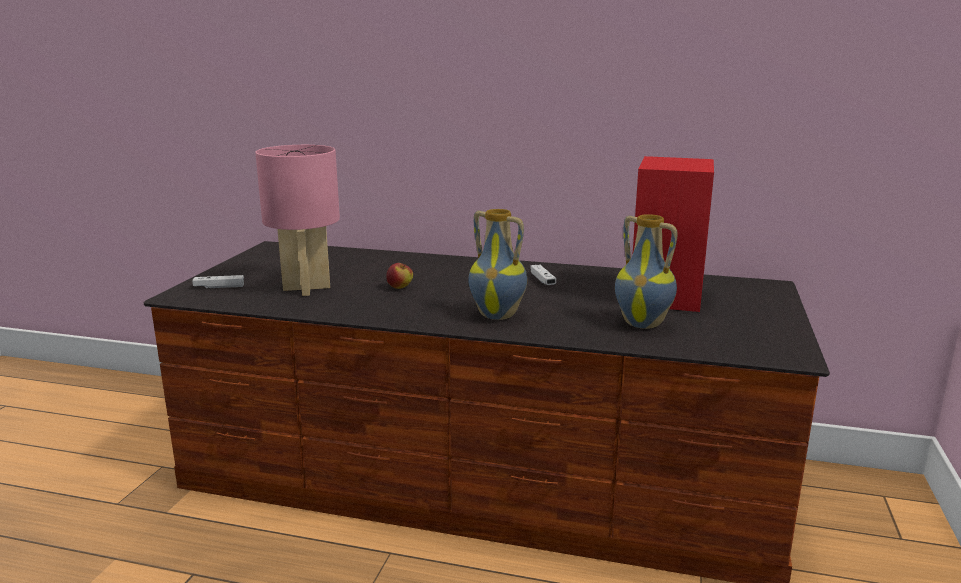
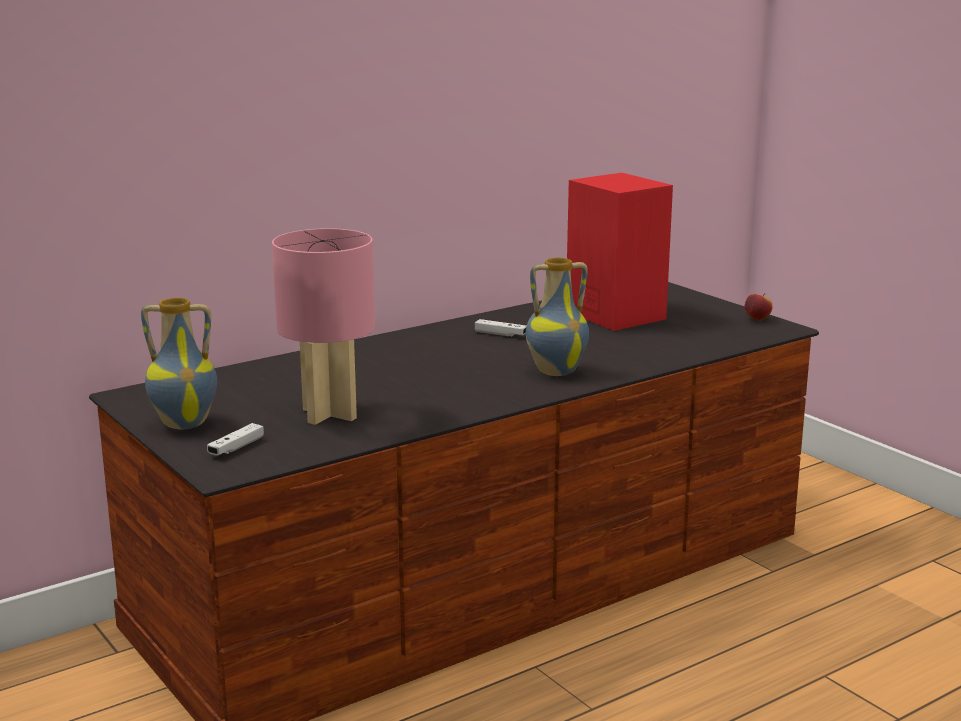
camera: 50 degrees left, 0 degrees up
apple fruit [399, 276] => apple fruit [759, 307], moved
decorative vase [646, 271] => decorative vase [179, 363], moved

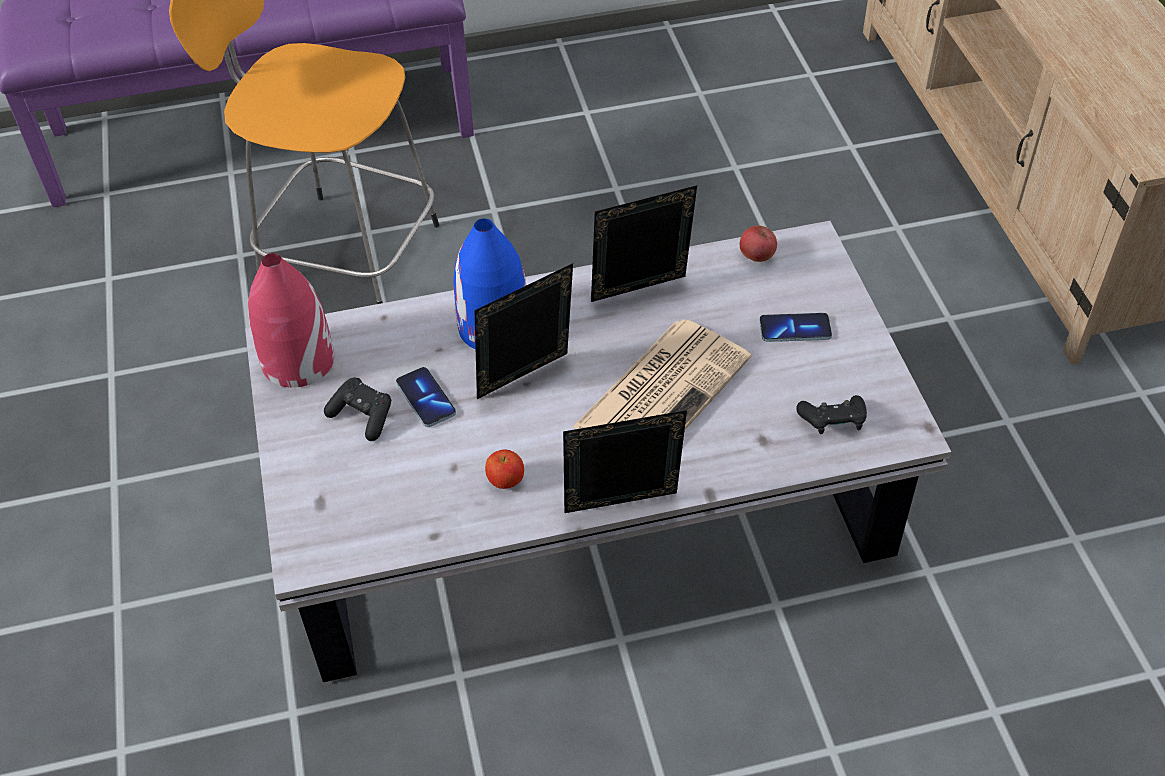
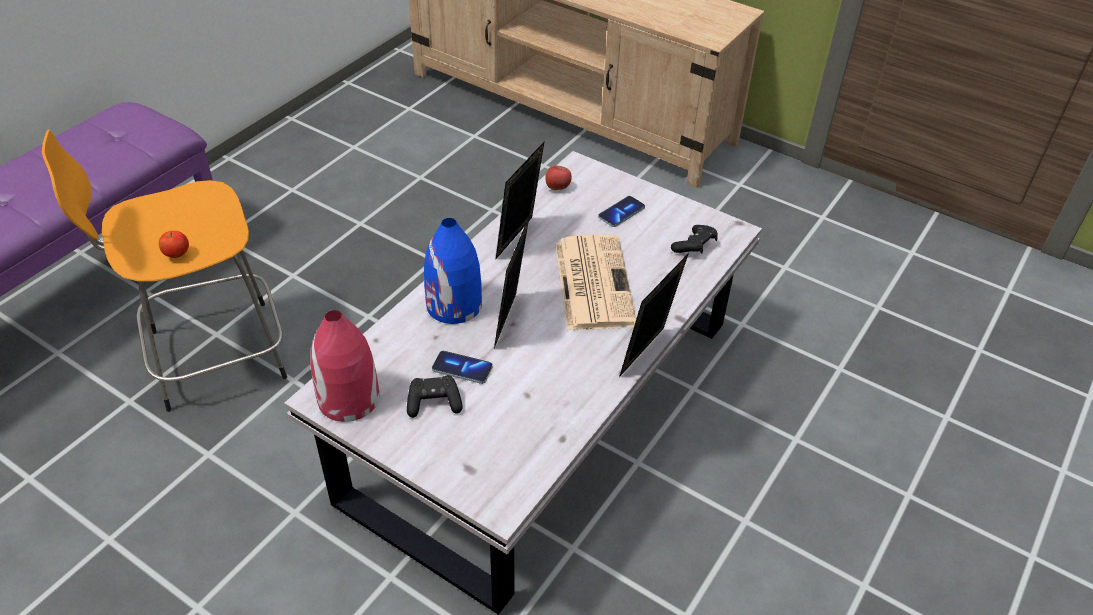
camera: 45 degrees left, 5 degrees down
apple fruit [504, 469] => apple fruit [174, 244], moved

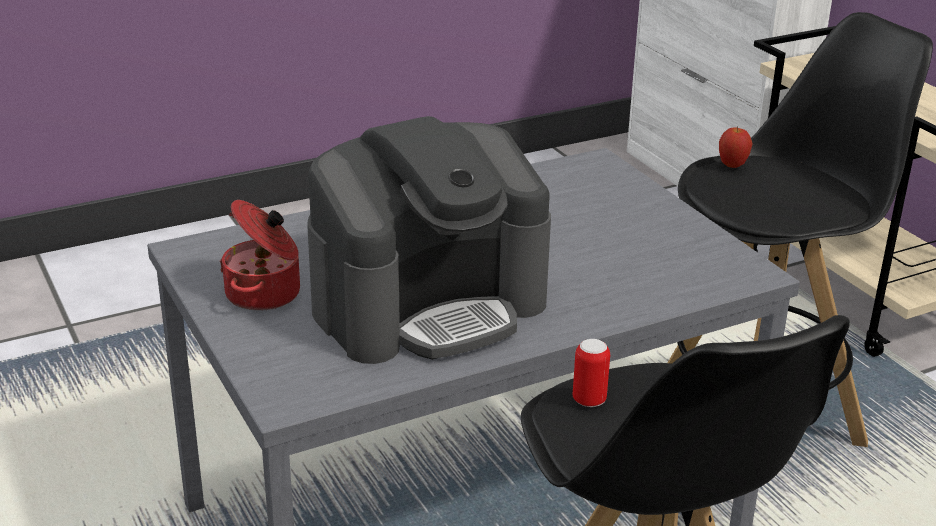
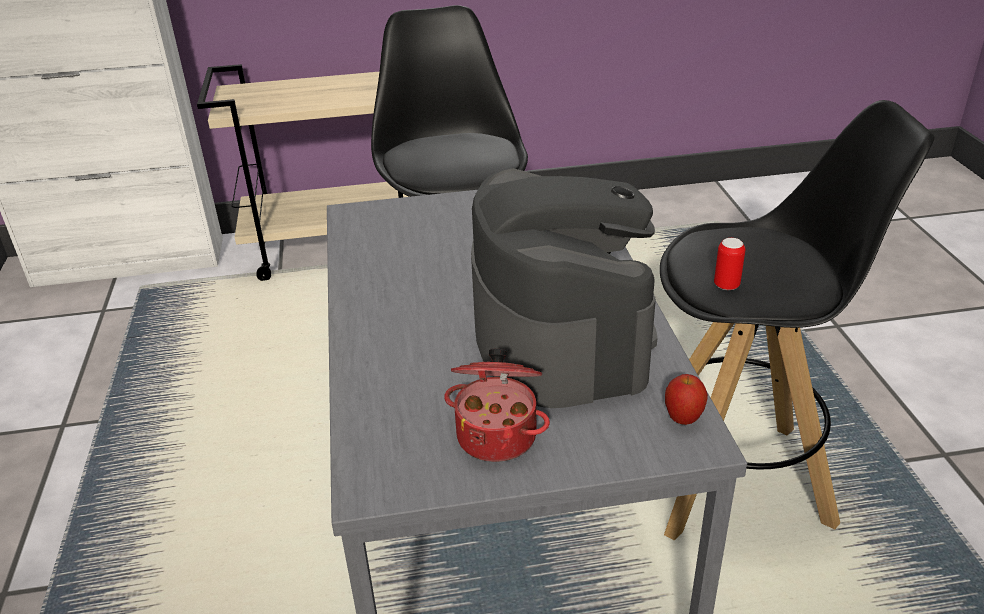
camera: 70 degrees left, 5 degrees up
apple fruit [736, 147] => apple fruit [686, 399], moved

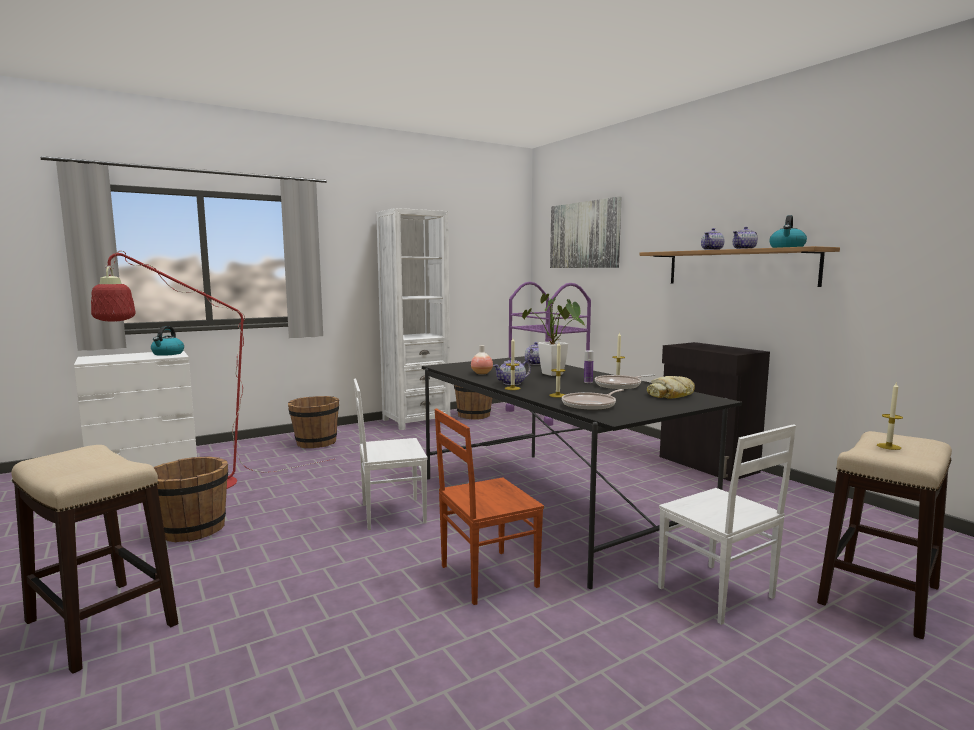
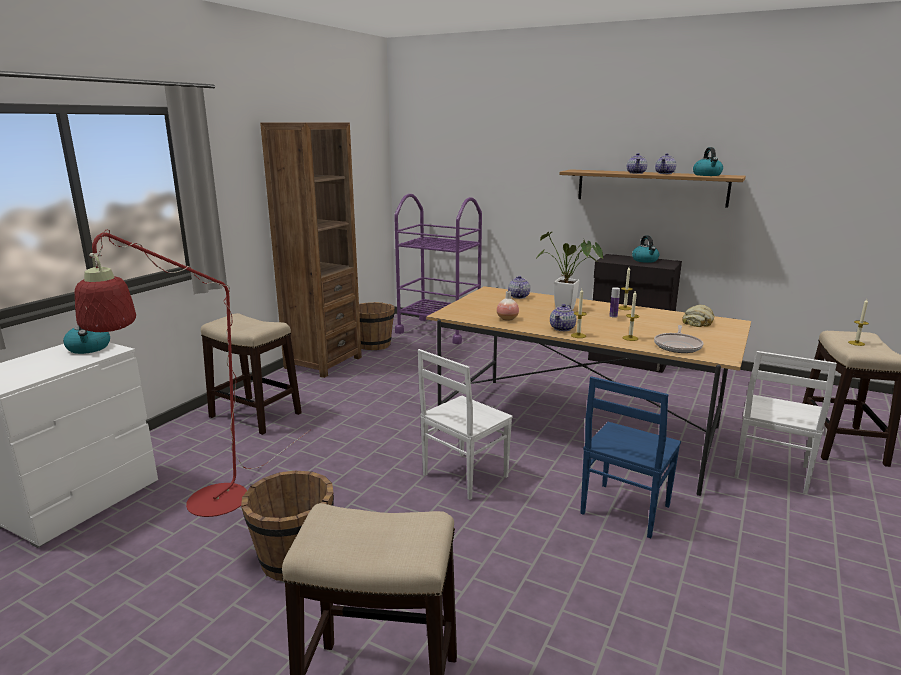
camera: 30 degrees left, 10 degrees up
brown-coloured pail [313, 422] => stool seat [251, 374]
white-coloured shelving unit [413, 319] => brown-coloured shelving unit [311, 250]
black-coloured dining table [582, 472] => beige dining table [588, 391]
brown-coloured chair [489, 507] => bluish chair [631, 457]
wall art [586, 232] => nothing
pan [625, 381] => nothing
white-coloured chair [727, 524] => white-coloured chair [786, 422], 90 degrees clockwise
nothing => tea kettle [645, 249]

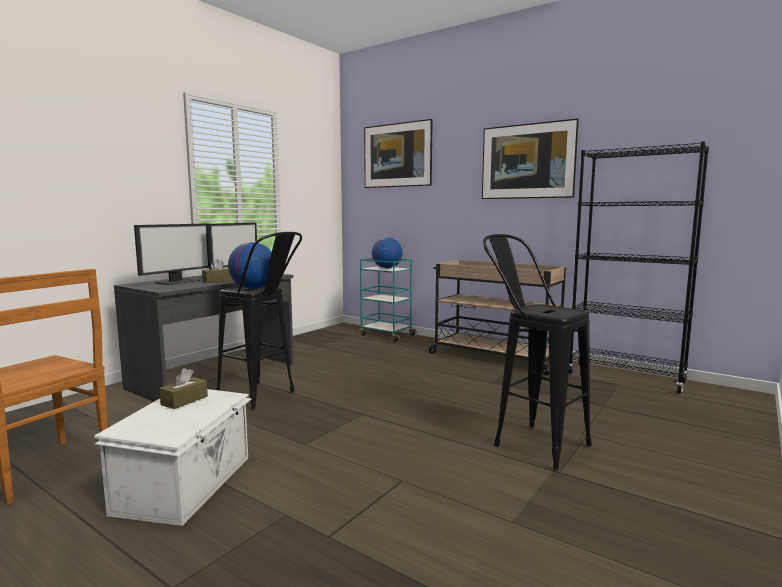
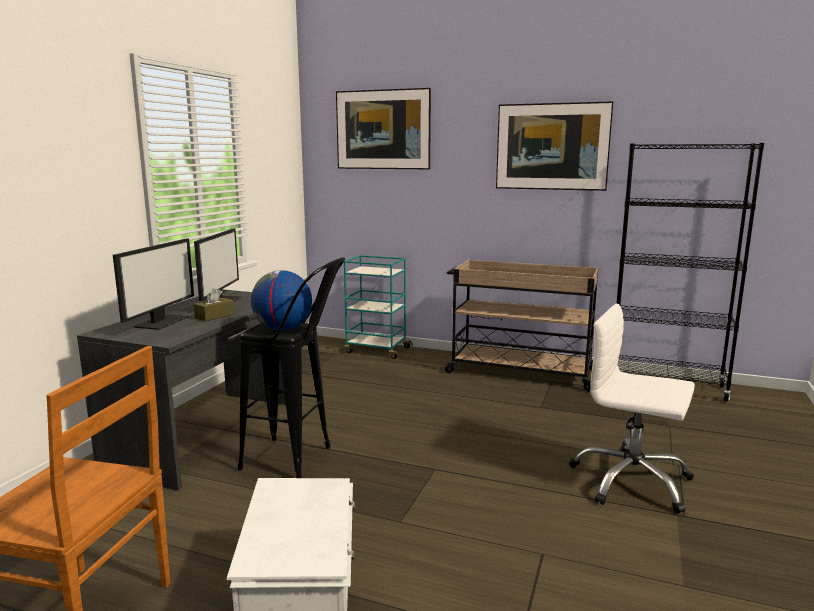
camera: 15 degrees left, 5 degrees up
brown-coloured tissue holder [183, 388] => nothing
desk globe [387, 253] => nothing
black-coloured stool seat [537, 352] => white-coloured computer chair [632, 409]

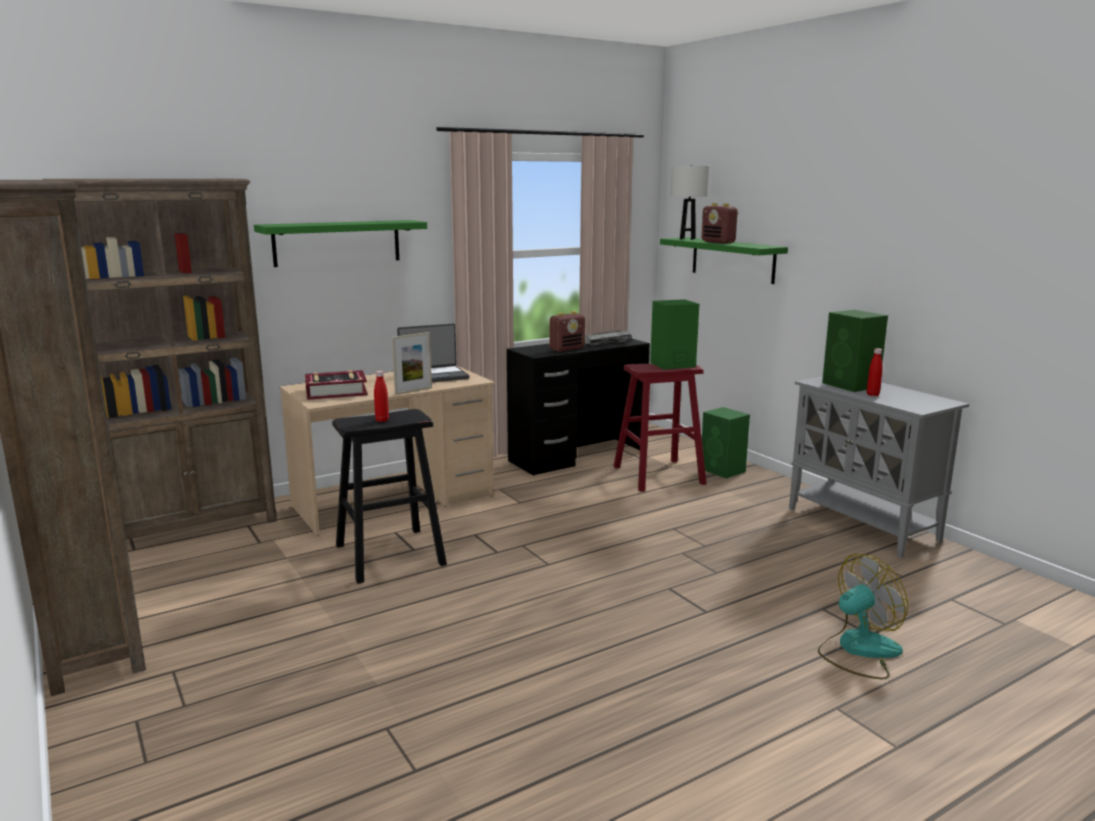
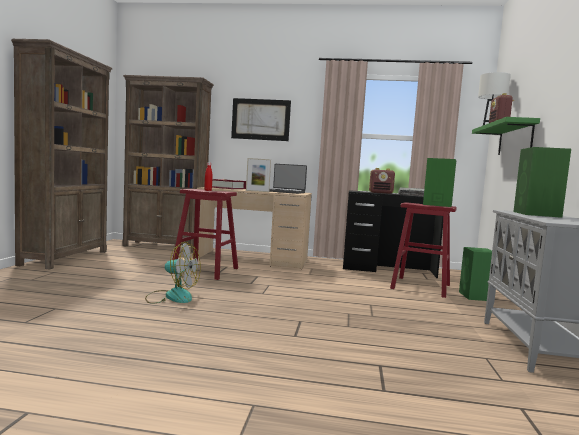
camera: 40 degrees right, 10 degrees down
green-coloured shelf [340, 243] => wall art [261, 119]
black-coloured stool seat [389, 496] => red-coloured stool seat [204, 234]
electric fan [863, 616] => electric fan [173, 272], moved
red-coloured drink bottle [875, 372] => nothing

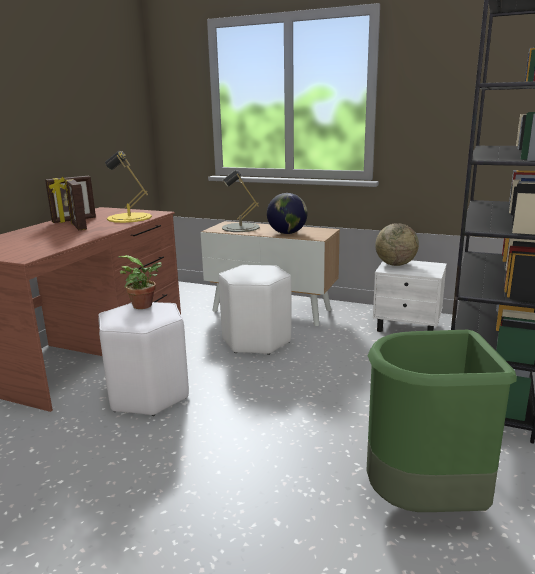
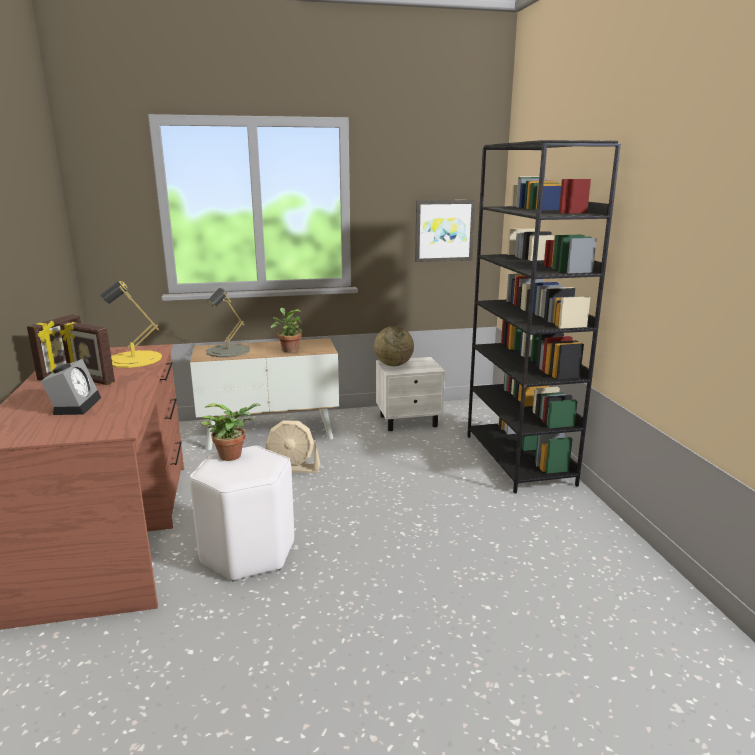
camera: 35 degrees left, 0 degrees up
white-coloured stool seat [255, 310] => beige electric fan [293, 446]
desk globe [287, 213] => potted plant [286, 330]
green-coloured rubbish bin [441, 421] => nothing
nothing => bedside clock [71, 387]
nothing => wall art [445, 231]

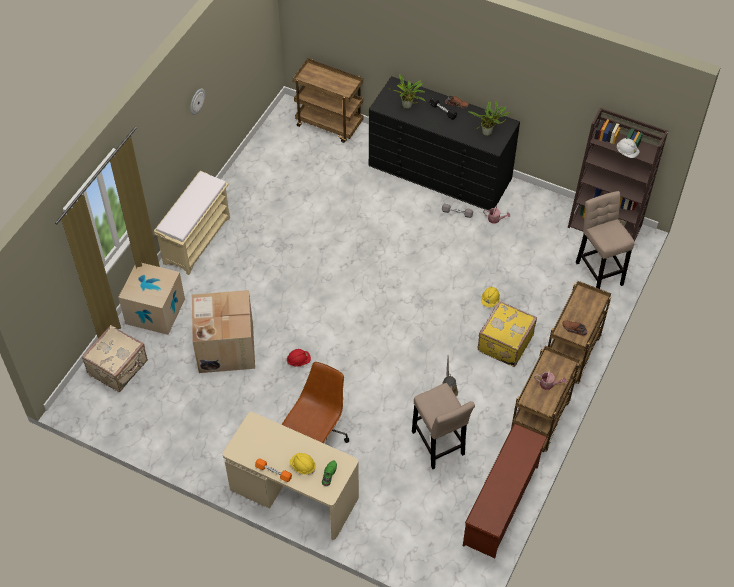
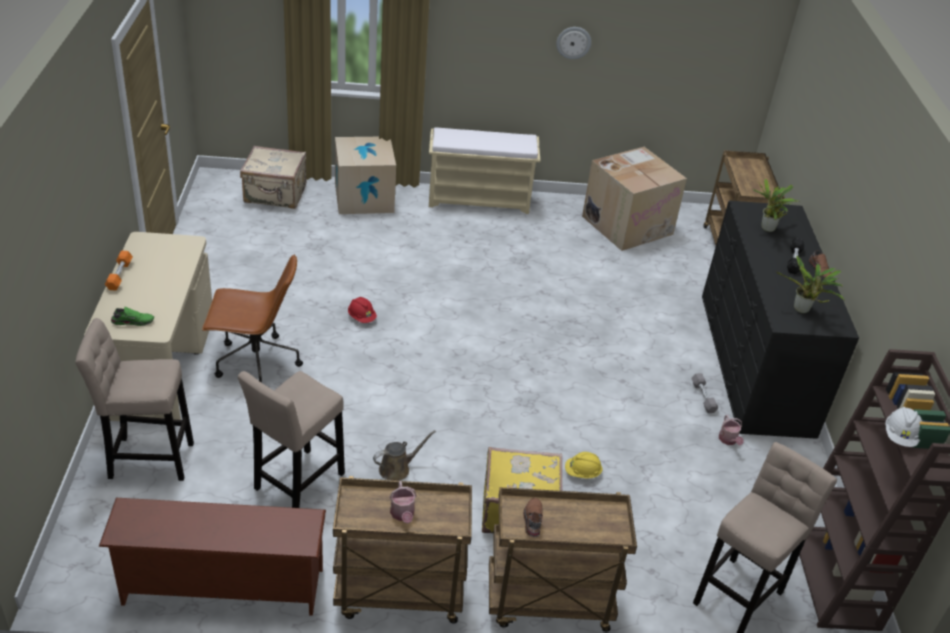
camera: 60 degrees right, 15 degrees down
carton [223, 331] => carton [634, 199], moved
yellowish work helmet [303, 464] => nothing
nothing => beige stool seat [134, 399]

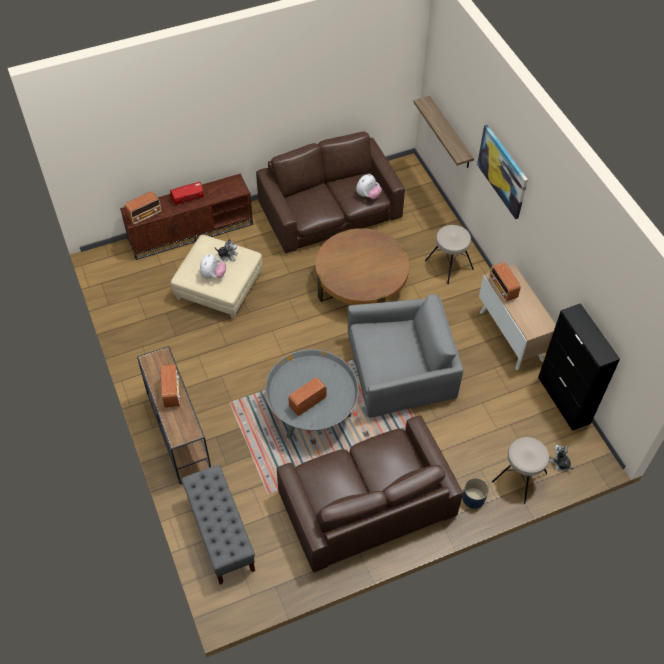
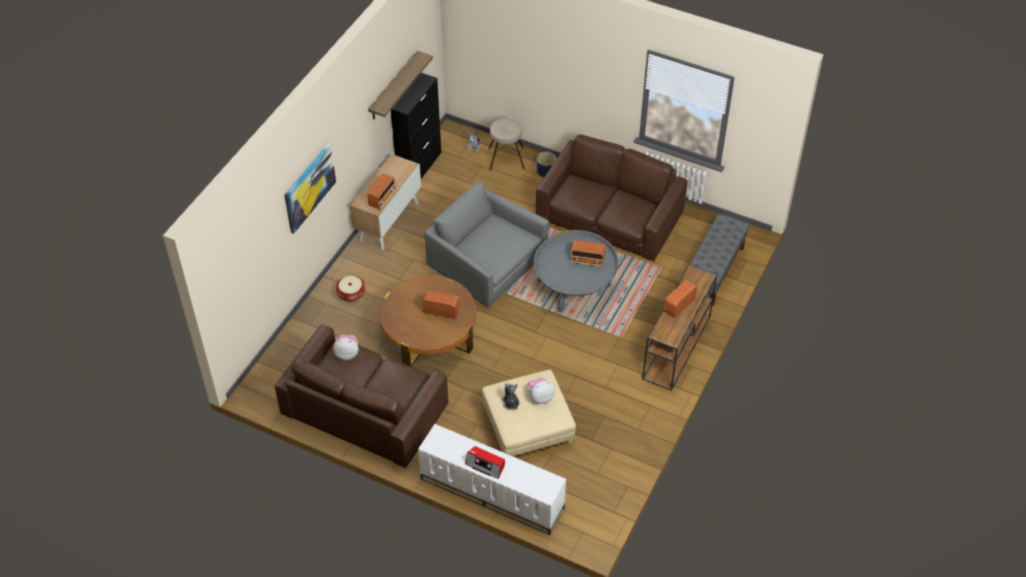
camera: 130 degrees left, 5 degrees down
brown-coloured tv unit [186, 217] => white-coloured tv unit [492, 479]
radio set [143, 207] => radio set [441, 304], moved
shelf [443, 132] => shelf [400, 85], moved
beige stool seat [449, 254] => basket [351, 288]

